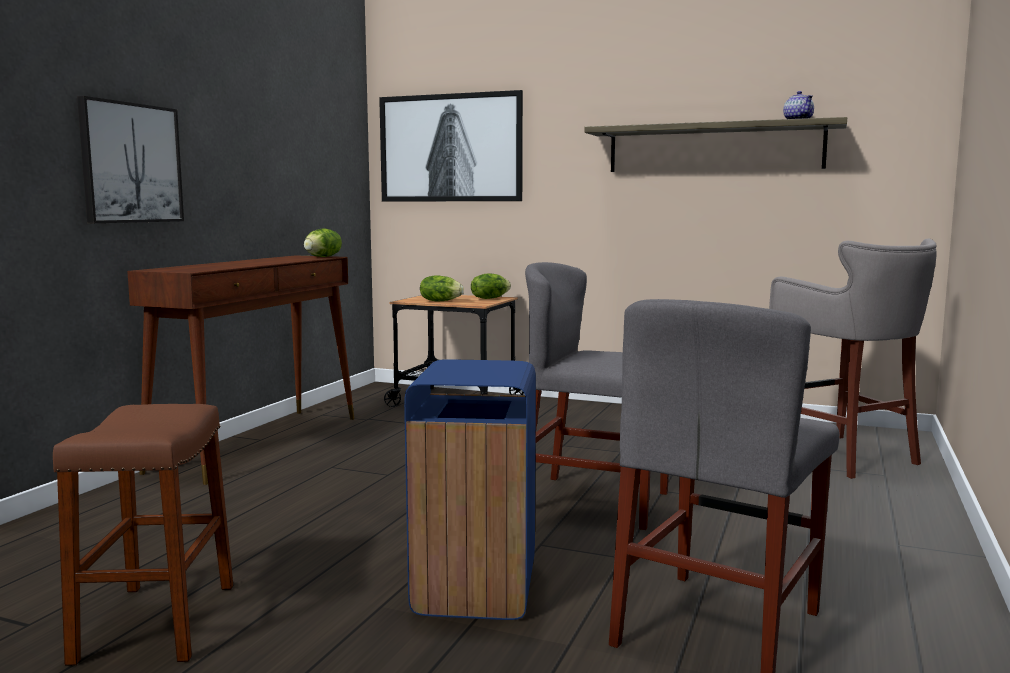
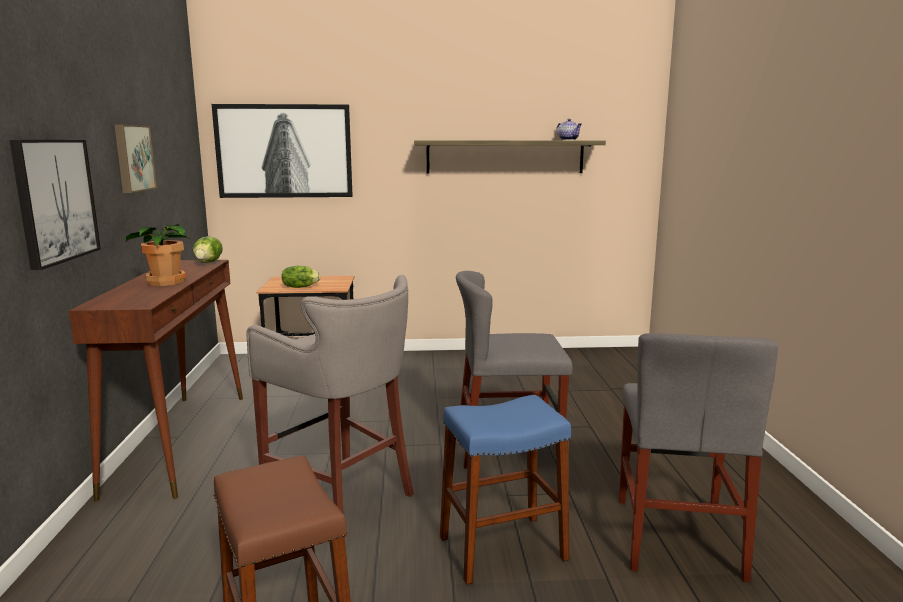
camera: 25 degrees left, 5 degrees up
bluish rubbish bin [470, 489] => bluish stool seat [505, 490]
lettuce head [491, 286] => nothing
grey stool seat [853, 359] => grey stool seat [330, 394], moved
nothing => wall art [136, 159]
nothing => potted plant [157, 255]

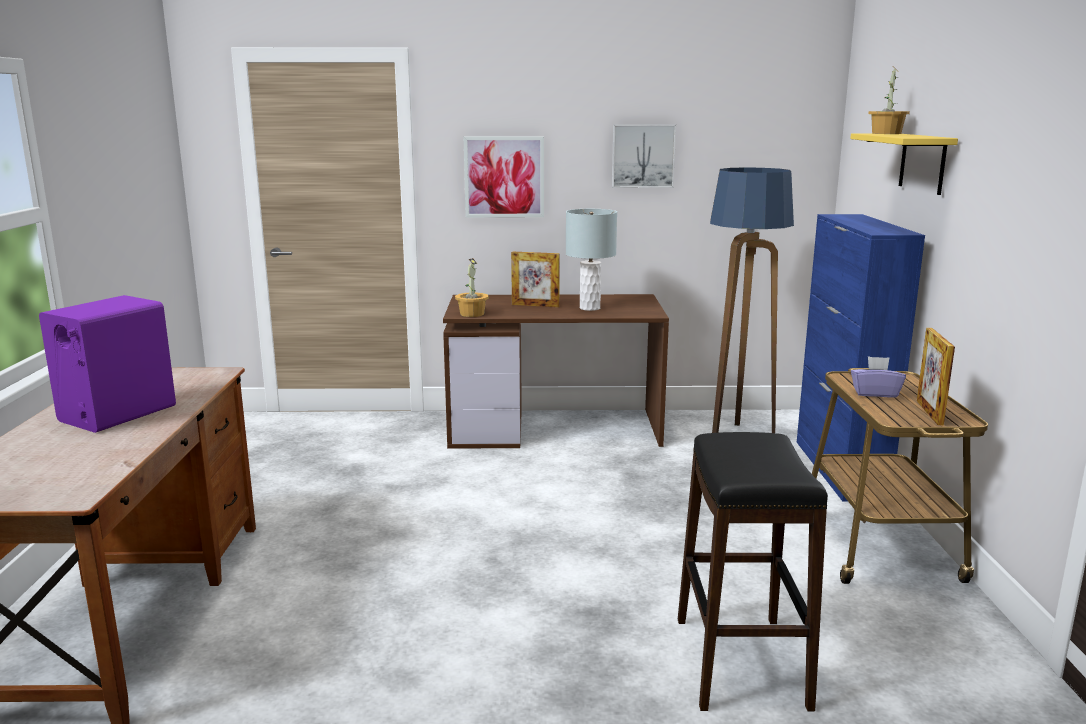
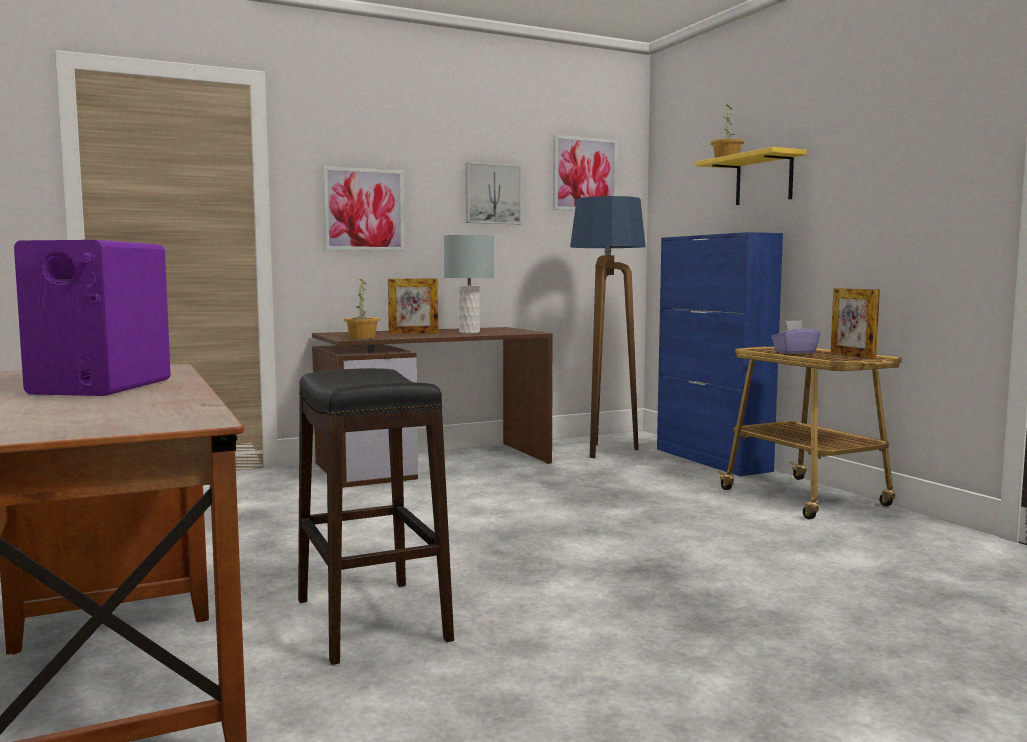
camera: 25 degrees left, 10 degrees down
black-coloured stool seat [753, 572] => black-coloured stool seat [376, 516], moved
nothing => wall art [585, 173]

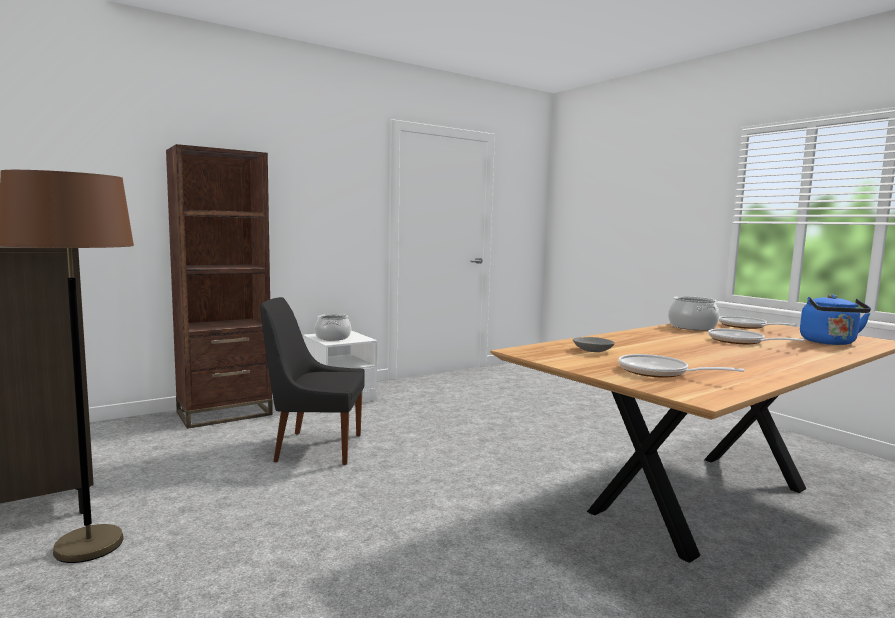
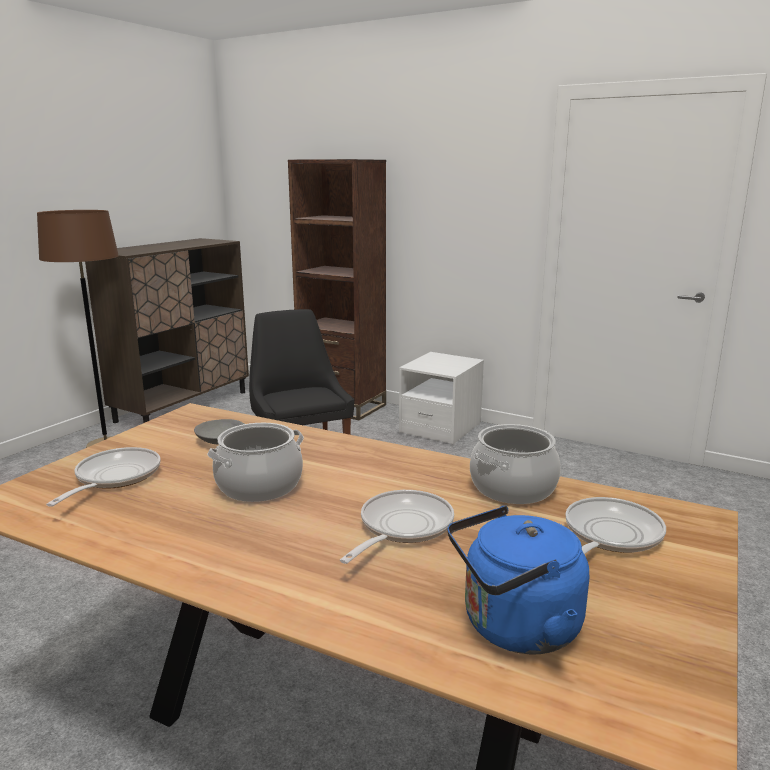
camera: 65 degrees right, 10 degrees up
saucepot [333, 327] => saucepot [255, 462], moved

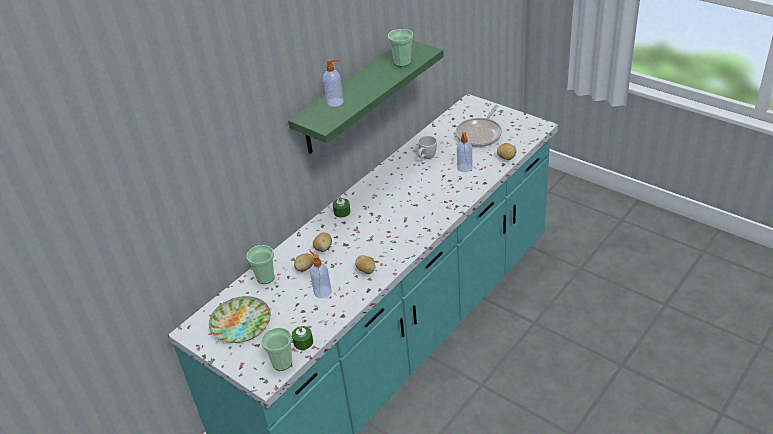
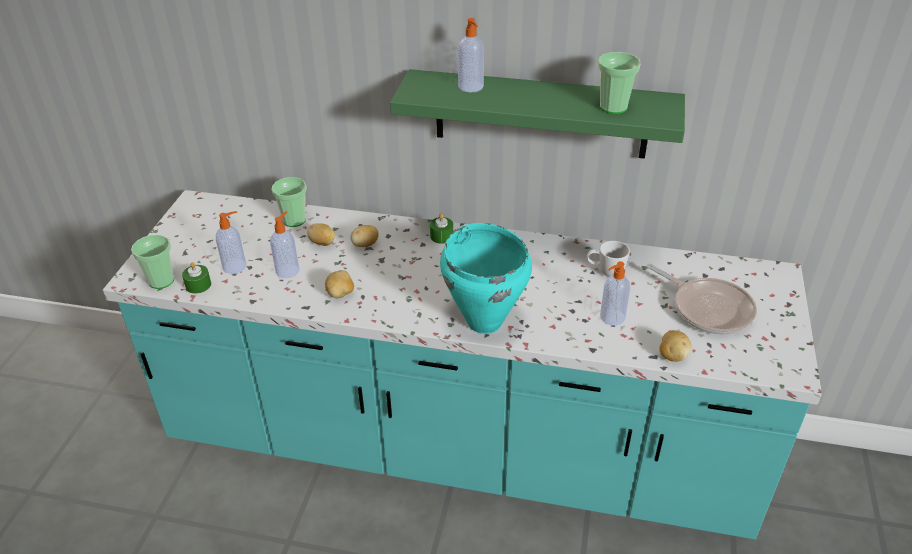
camera: 60 degrees right, 0 degrees up
dinner plate [240, 319] => nothing
pan [478, 126] => pan [701, 299], 135 degrees counterclockwise
nothing => soap dispenser [231, 242]
nothing => turquoise-coloured saucepot [486, 278]

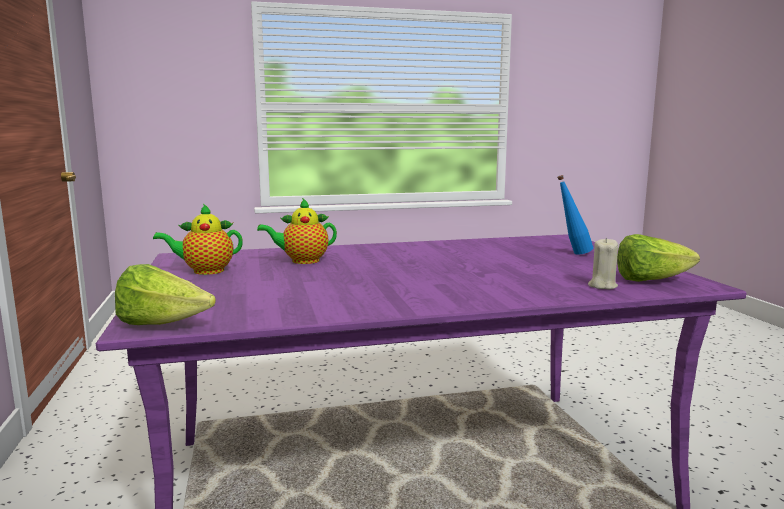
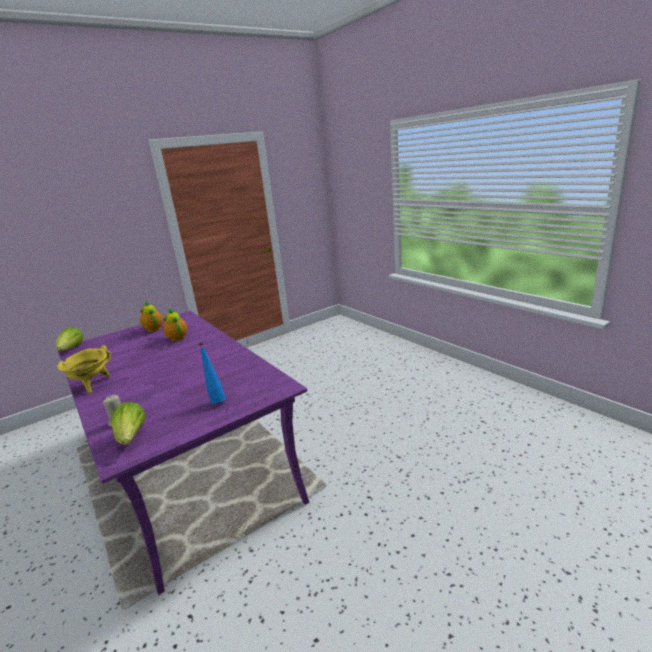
camera: 70 degrees right, 10 degrees up
nothing => yellowish saucepot [84, 369]

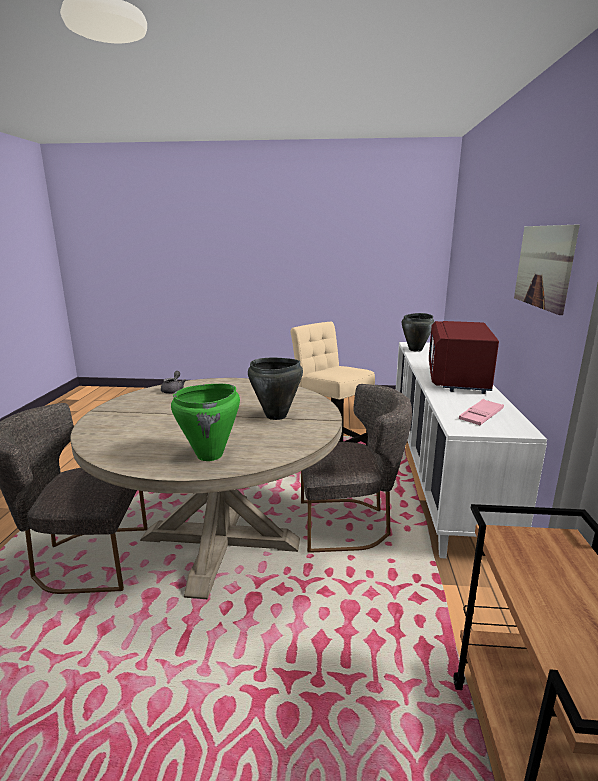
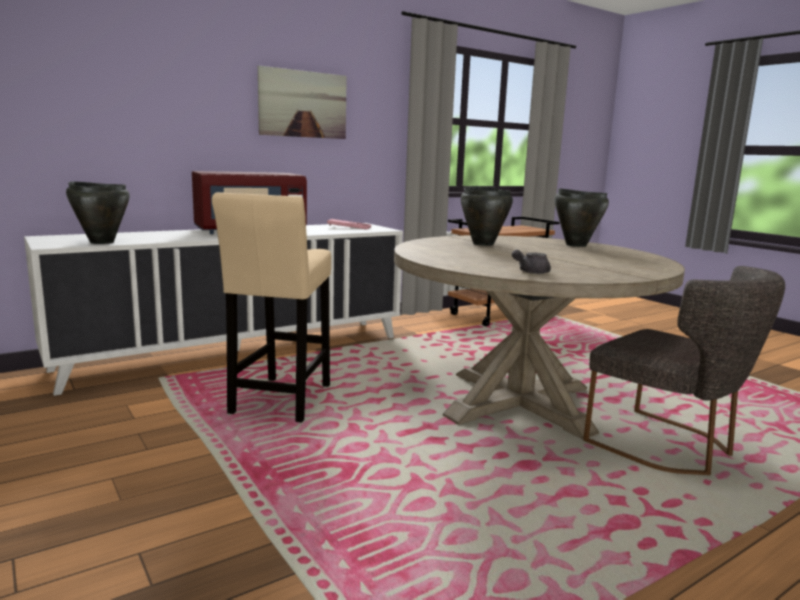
camera: 130 degrees left, 5 degrees down
green-coloured saucepot [205, 422] => black-coloured saucepot [581, 217]
grey chair [356, 468] => nothing

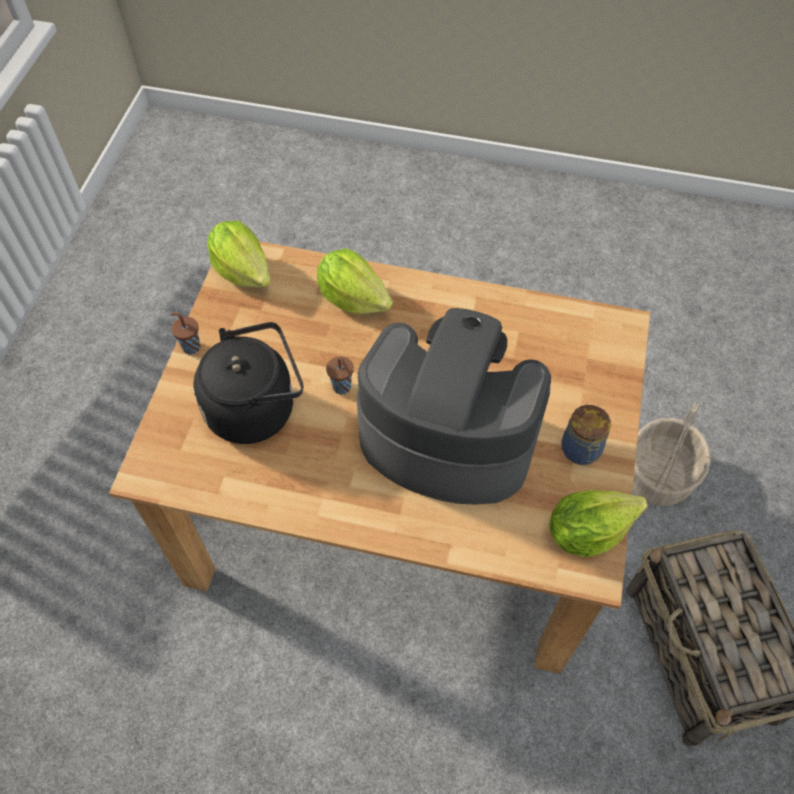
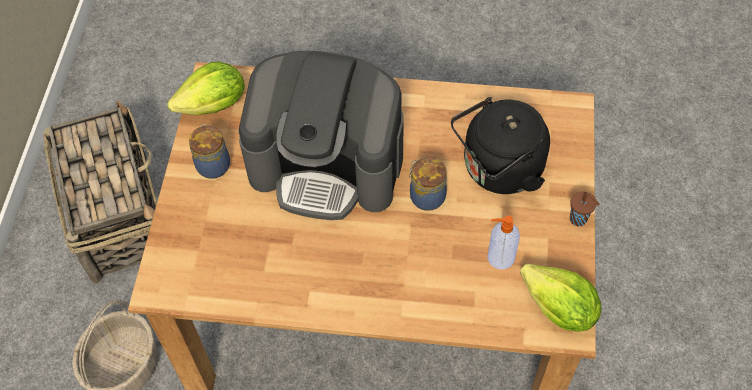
camera: 175 degrees right, 0 degrees up
lettuce head [355, 281] => nothing
brown-coloured drinking cup [340, 375] => preserve jar [428, 184]
nothing => soap dispenser [503, 243]

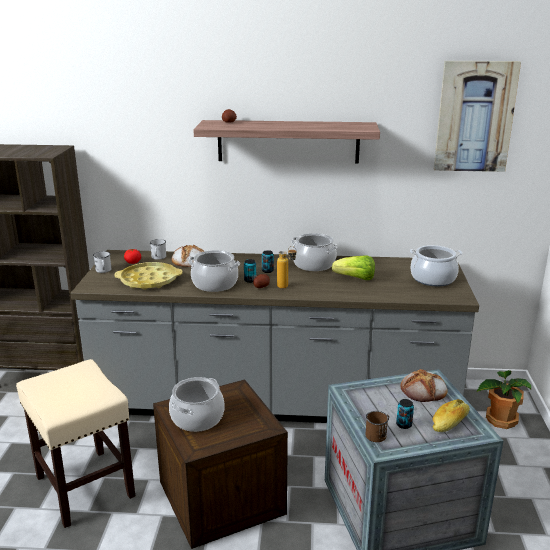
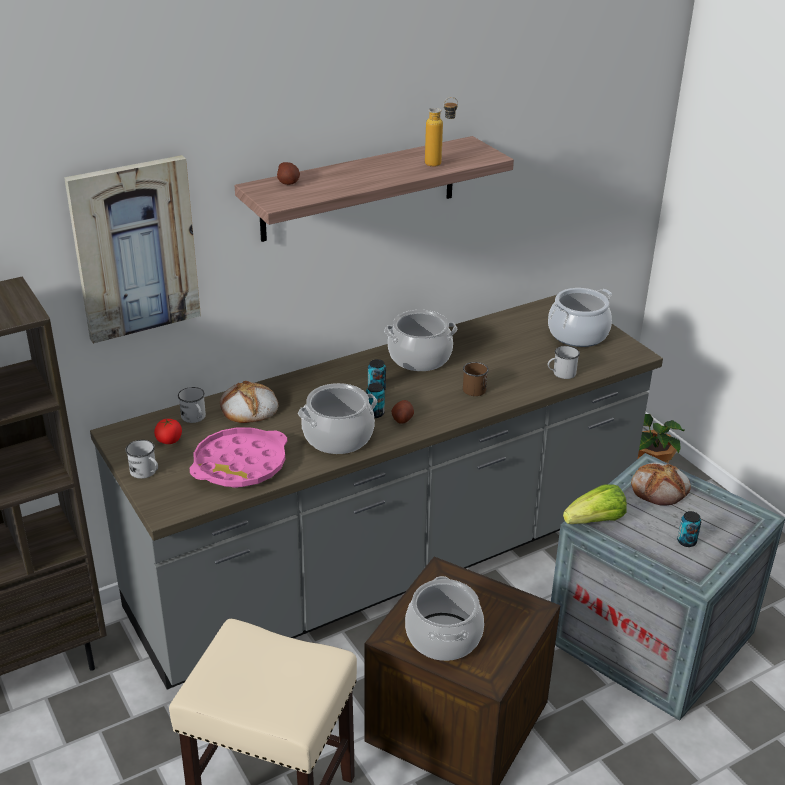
camera: 35 degrees left, 10 degrees up
yellowish carrying tray [148, 276] => pinkish carrying tray [238, 457]
drink bottle [287, 267] => drink bottle [441, 132], moved
lettuce head [353, 268] => lettuce head [595, 504], moved
brown-coloured tea mug [377, 426] => brown-coloured tea mug [476, 379], moved
bakery bread [451, 415] => nothing
wall art [477, 116] => wall art [132, 249], moved
nothing => white-coloured tea mug [564, 362]

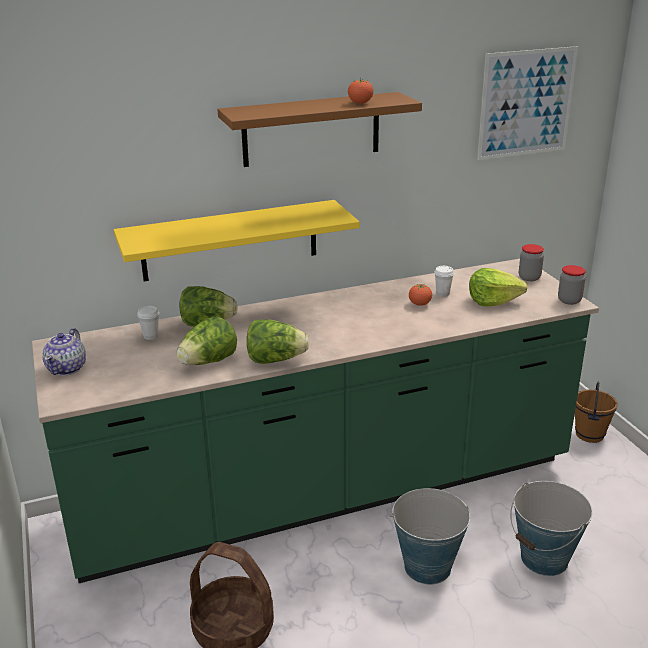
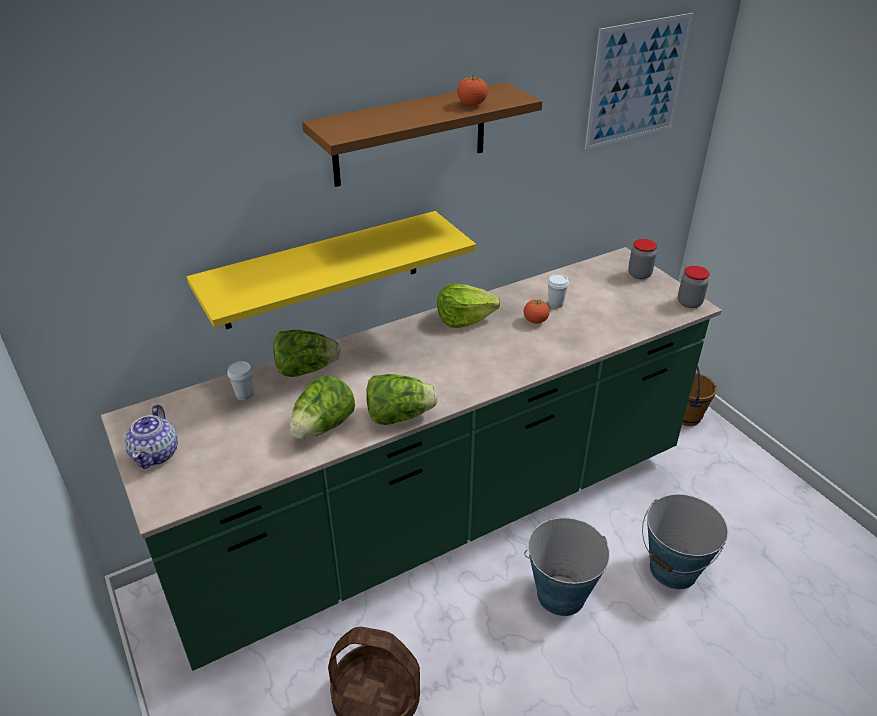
camera: 10 degrees left, 10 degrees up
lettuce head [498, 287] => lettuce head [468, 306], moved

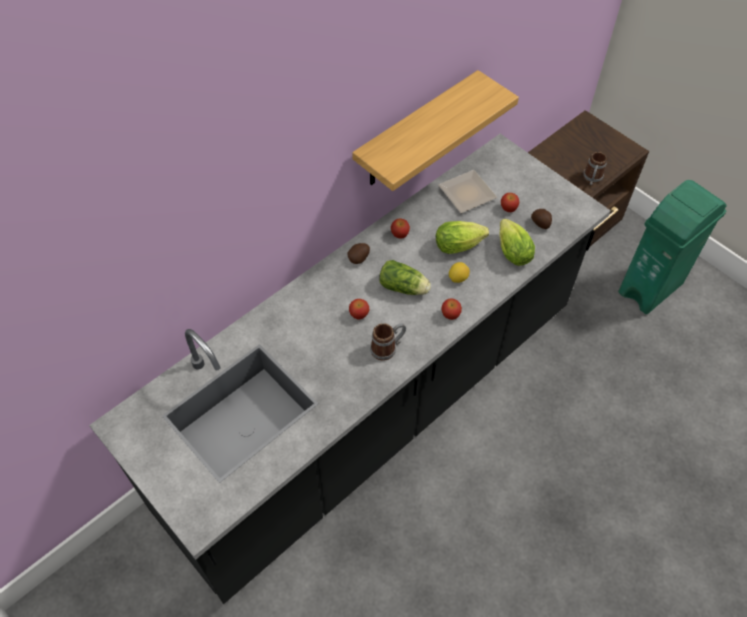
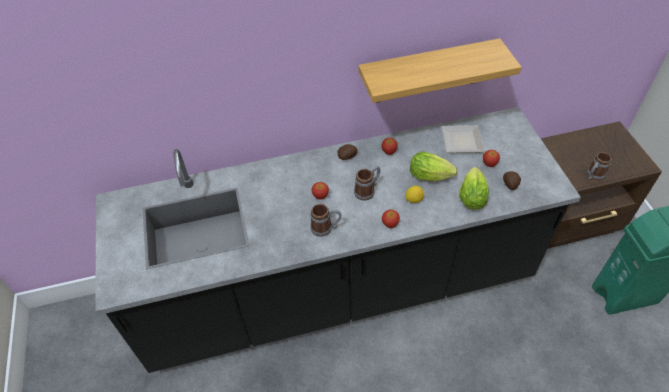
camera: 30 degrees right, 5 degrees down
lettuce head [405, 277] => tea mug [367, 183]

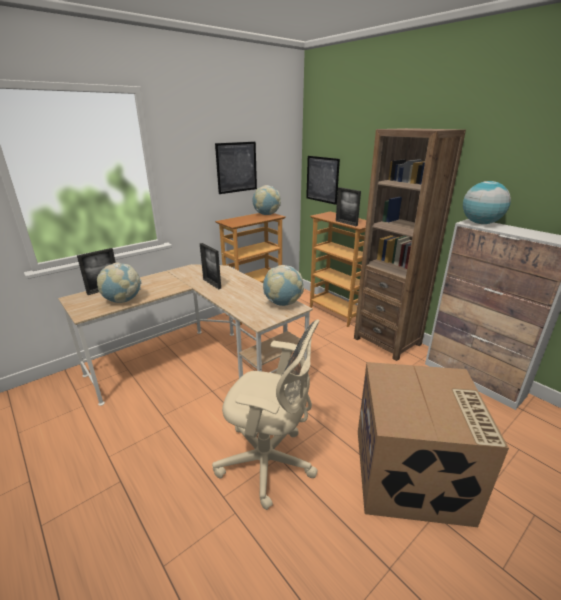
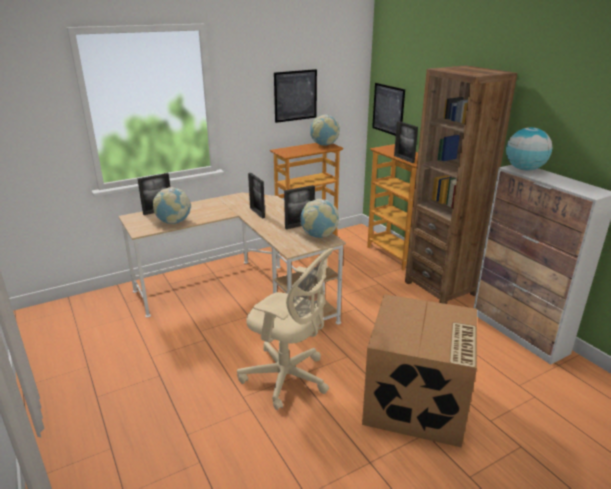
camera: 10 degrees right, 0 degrees up
nothing => photo frame [299, 207]

